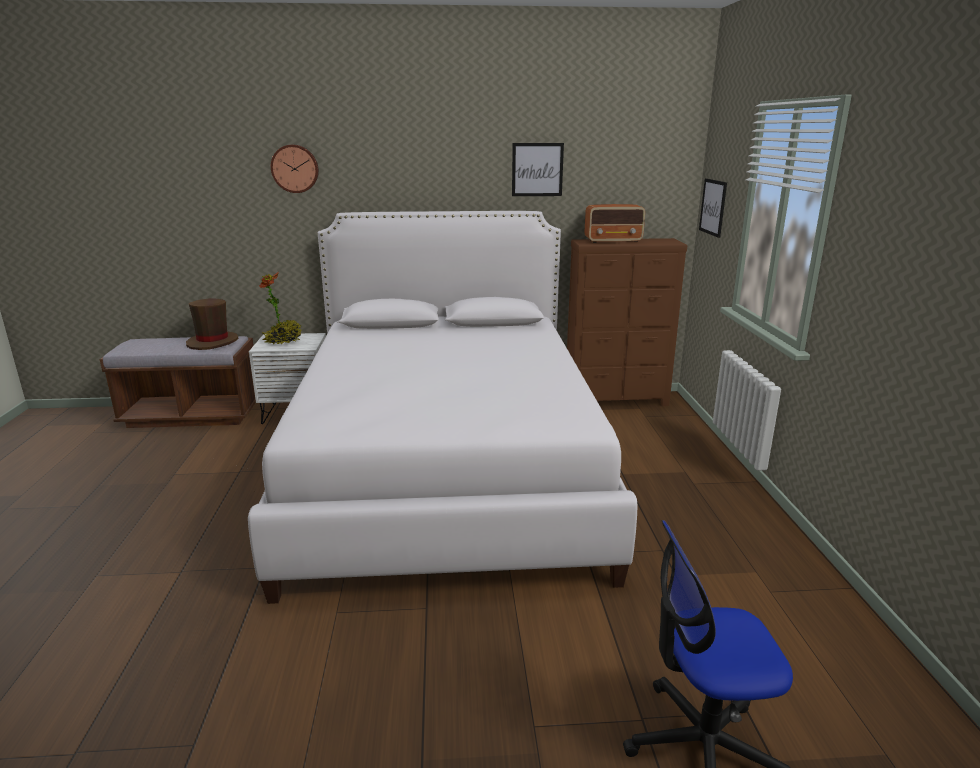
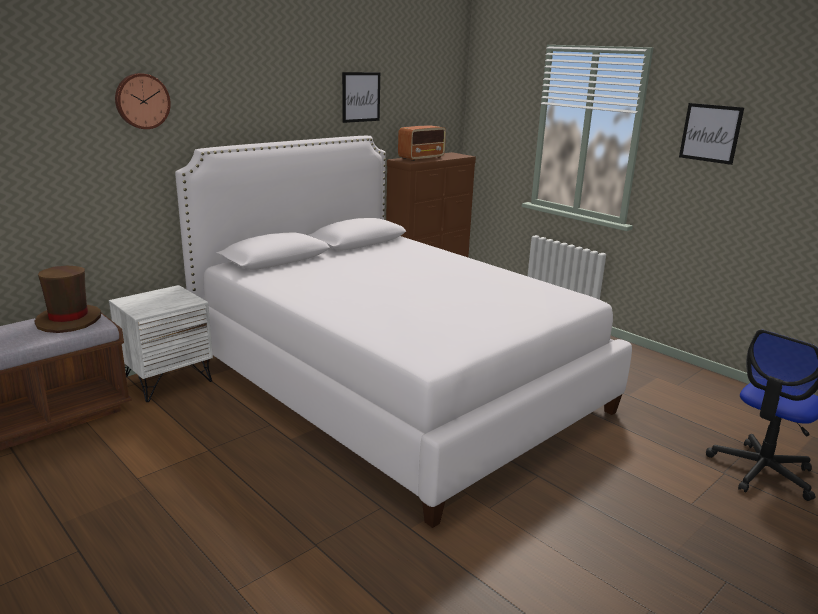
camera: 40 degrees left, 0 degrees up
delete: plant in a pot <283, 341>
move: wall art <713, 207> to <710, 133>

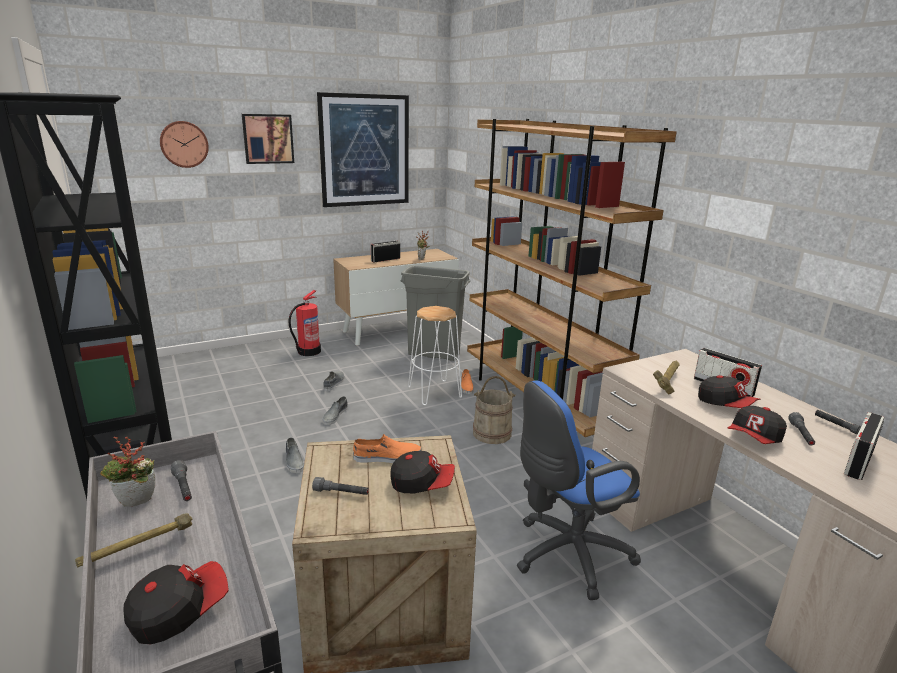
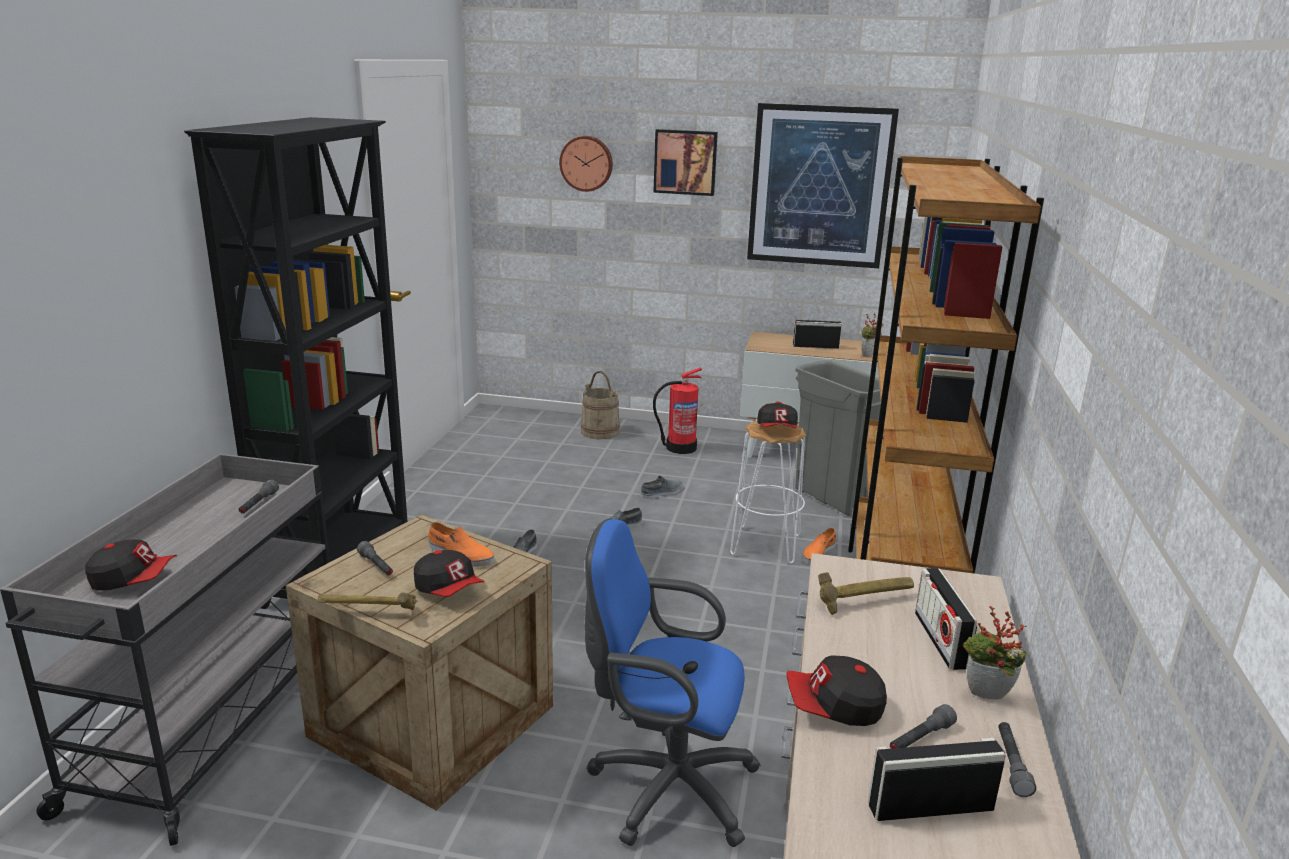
camera: 40 degrees right, 0 degrees up
move: baseball cap <725, 404> to <777, 429>; sand-coloured water bucket <492, 433> to <600, 431>; plant in a pot <136, 504> to <985, 697>; hammer <139, 552> to <368, 613>

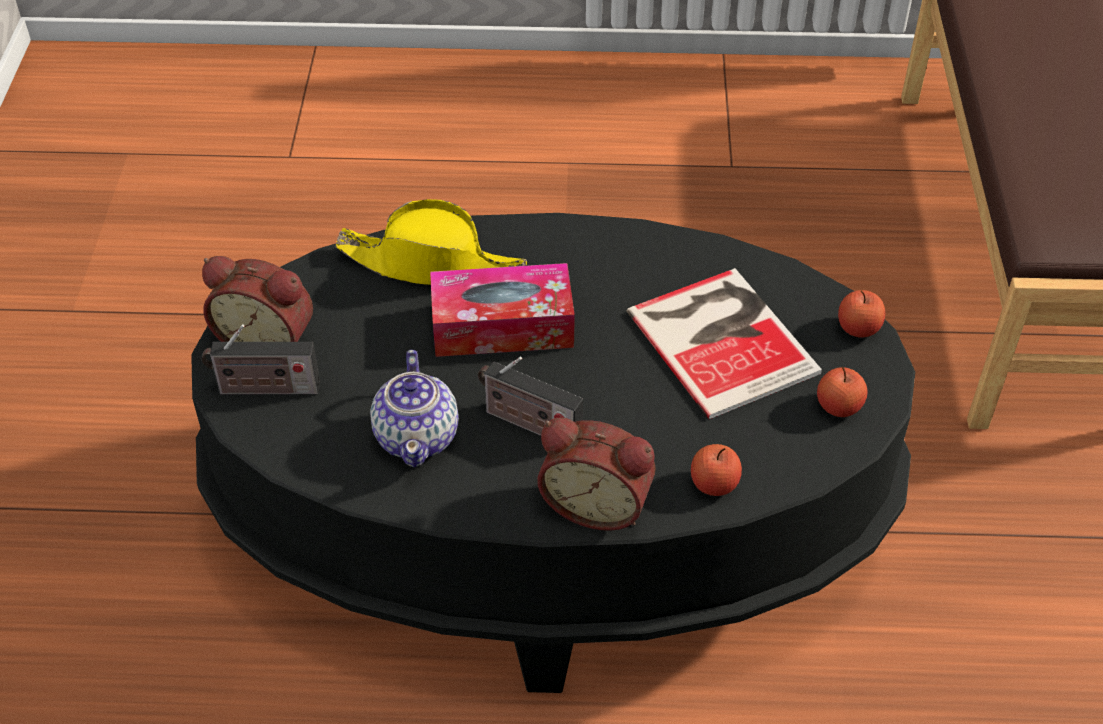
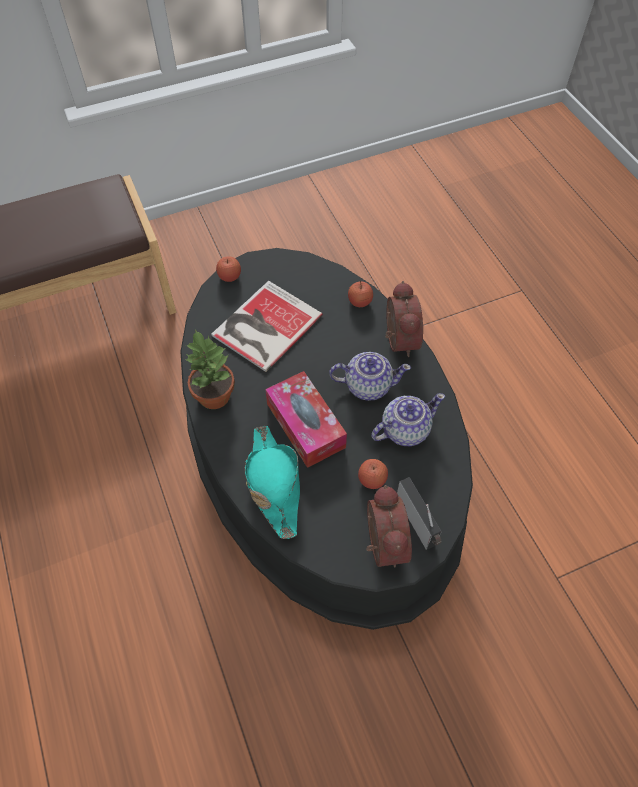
camera: 115 degrees left, 10 degrees up
insert: plant in a pot <213, 395>
move: whole apple <838, 406> to <372, 479>
replace: radio receiver <528, 424> to pot for tea <367, 385>
recolor: yellow wearable hat <433, 264> to turquoise wearable hat <274, 483>

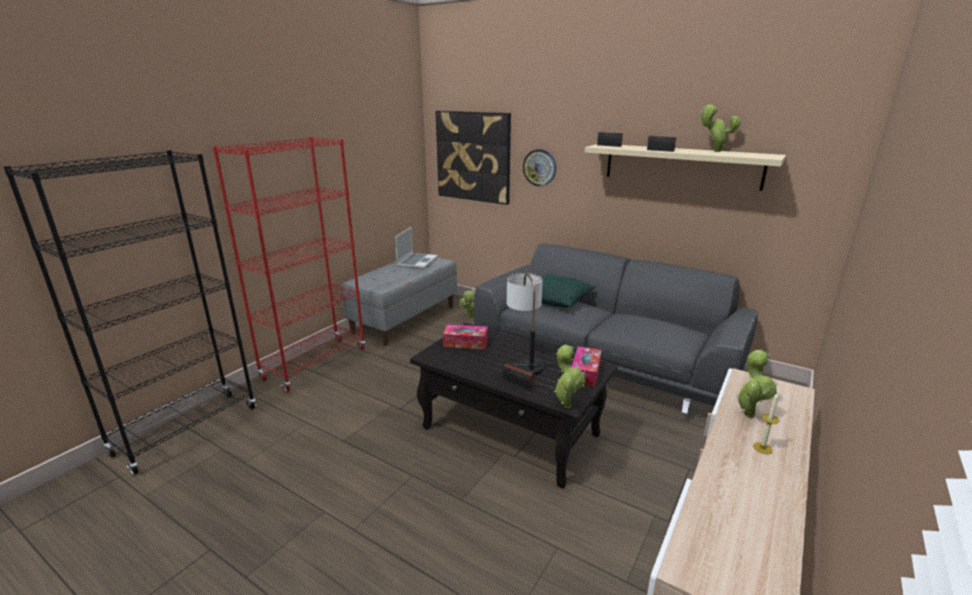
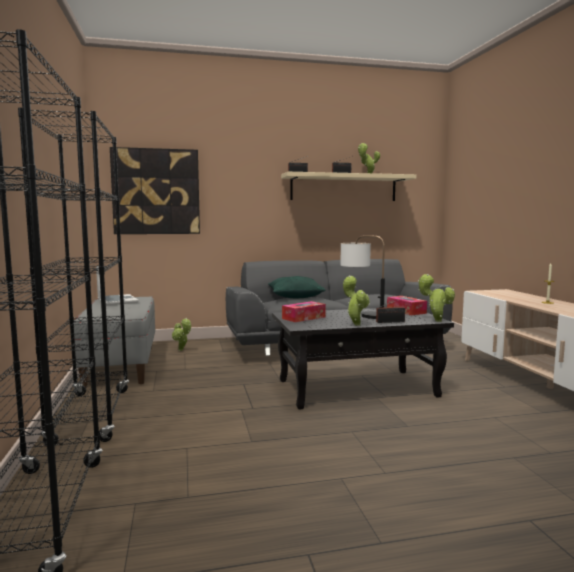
camera: 45 degrees left, 15 degrees down
delete: clock on the wall <539, 167>
move: plant in a pot <749, 413> to <355, 324>
recolor: reddish bookcase <315, 364> to black-coloured bookcase <91, 415>

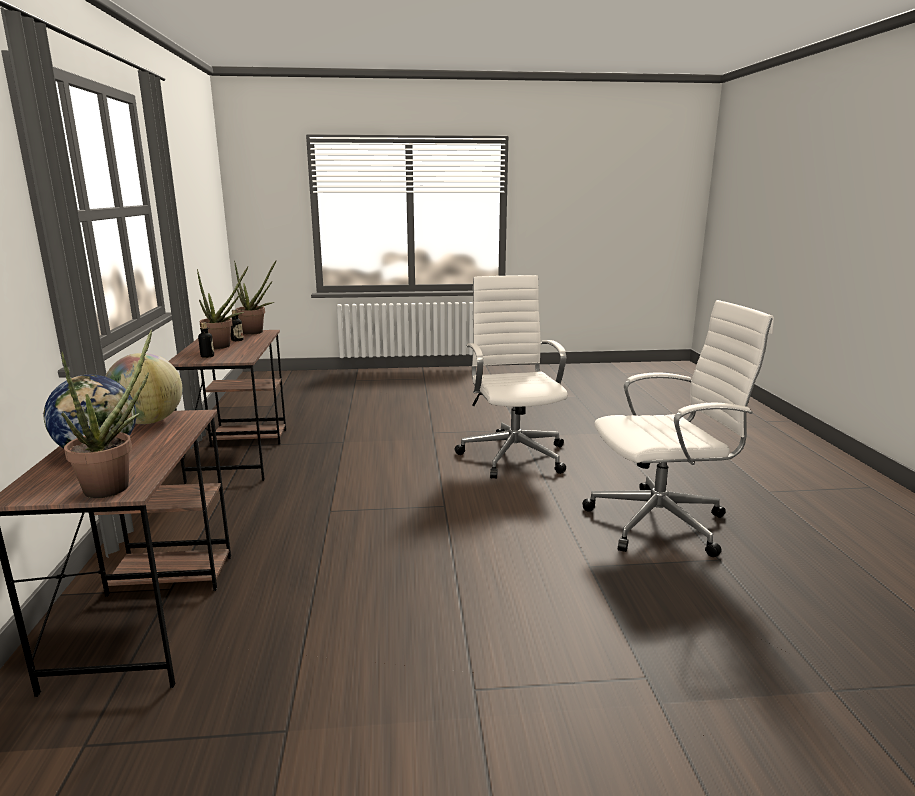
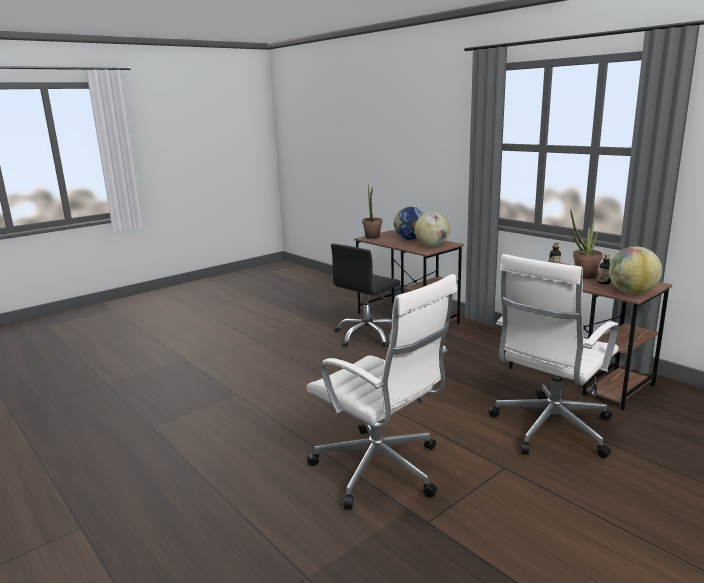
camera: 145 degrees right, 0 degrees up
insert: black-coloured office chair <367, 336>
move: whitish office chair <662, 523> to <549, 429>
replace: plant in a pot <256, 332> to desk globe <632, 293>

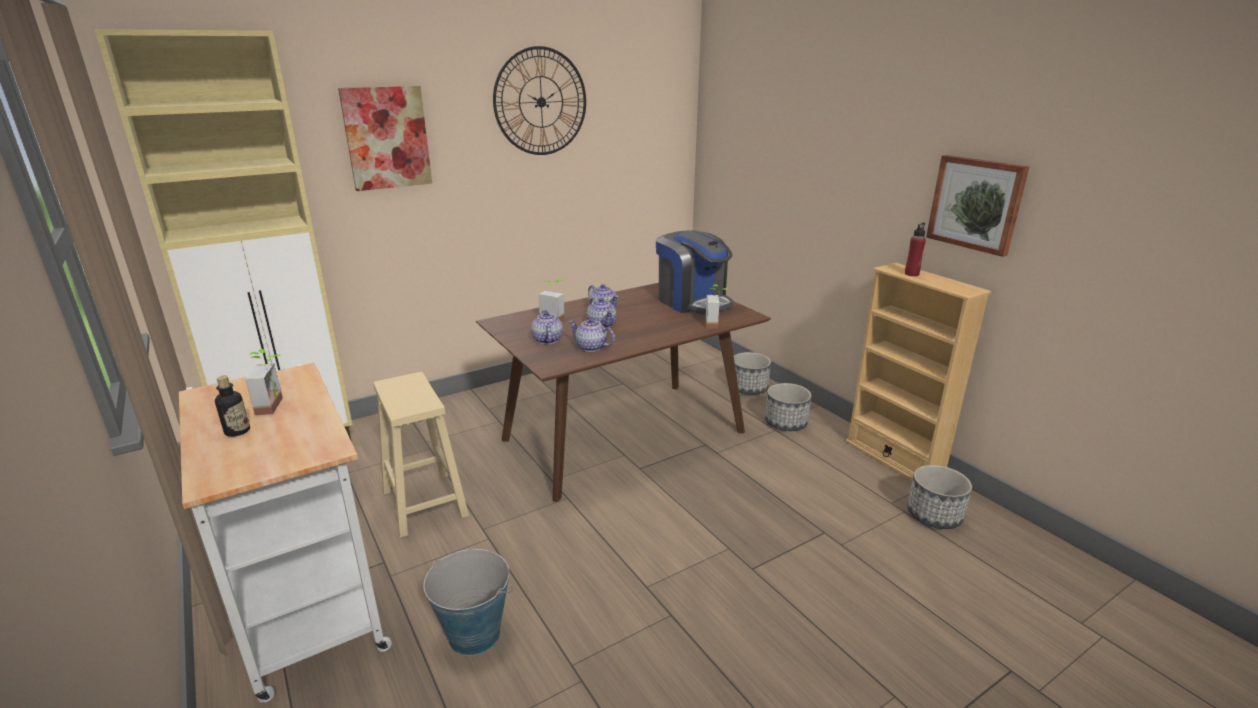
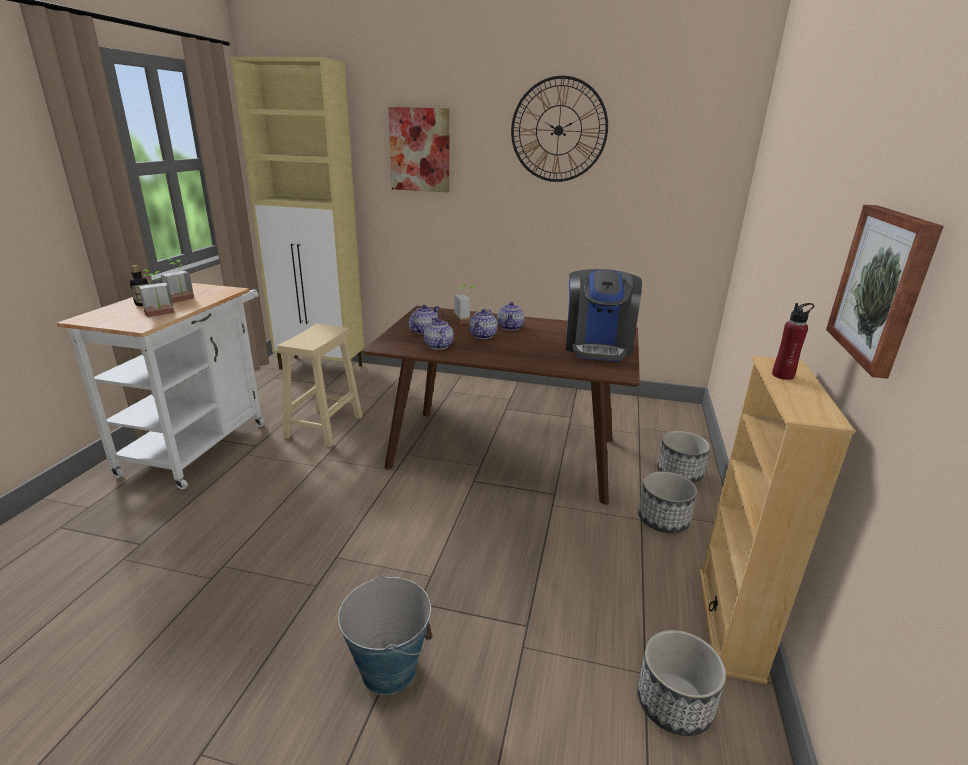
camera: 45 degrees right, 0 degrees up
move: plant in a pot <716, 324> to <161, 314>; water bucket <474, 634> to <389, 669>

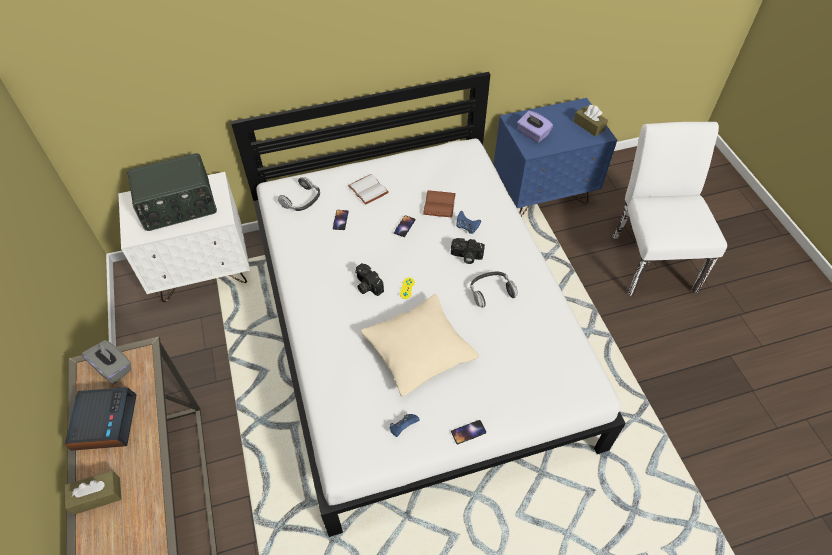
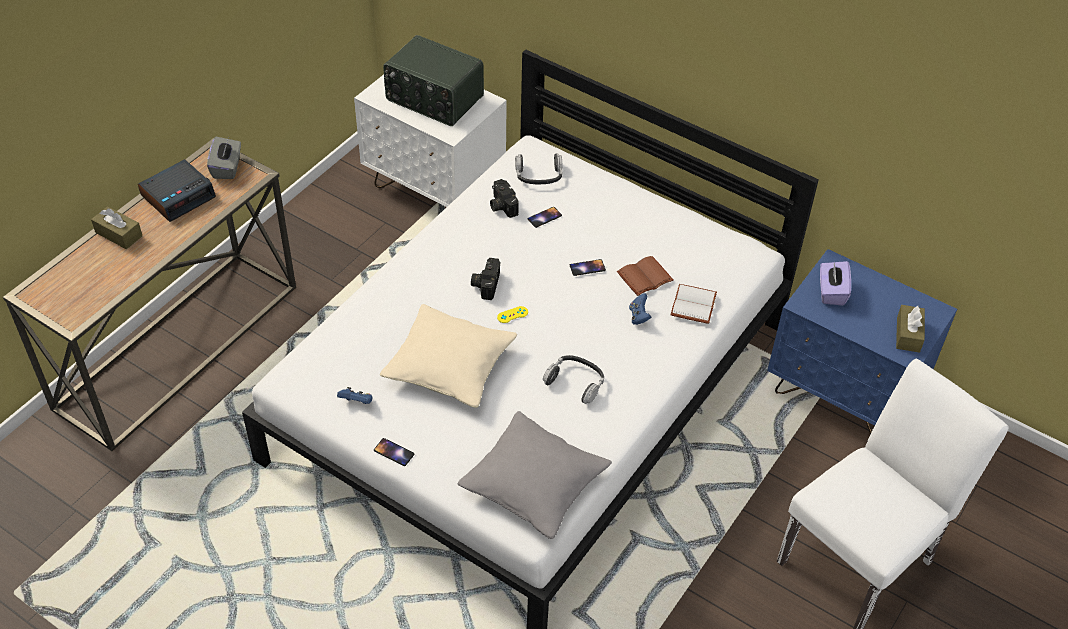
camera: 50 degrees right, 5 degrees down
insert: gray pillow <534, 484>
move: whitish book <369, 190> to <694, 305>; photo camera <466, 256> to <501, 205>

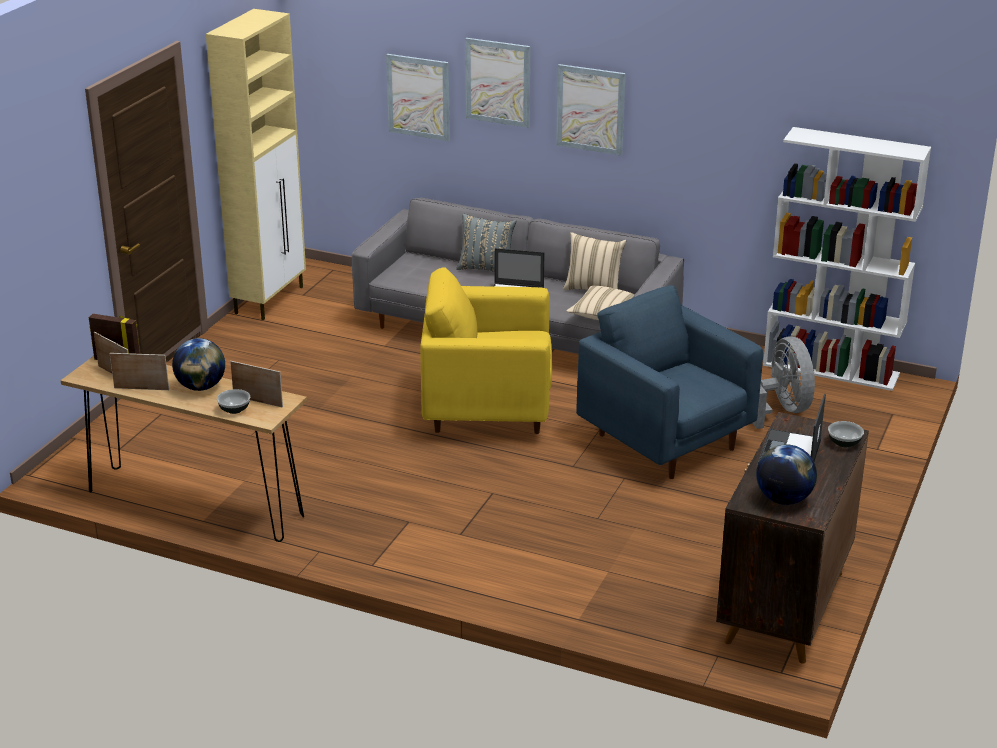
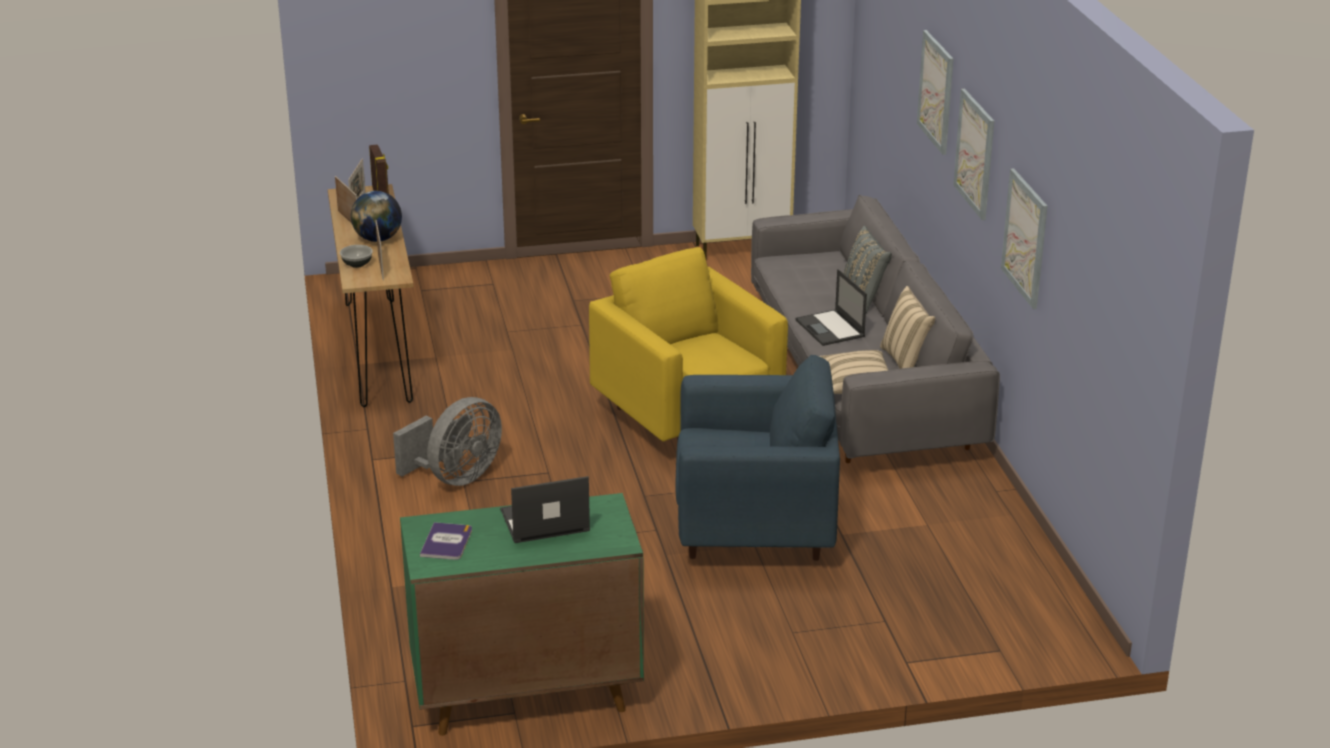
camera: 55 degrees right, 0 degrees up
delete: whitish bookcase <832, 369>; bowl <844, 443>
move: wall art <418, 97> to <1025, 238>; gray fan <781, 410> to <456, 477>
replace: desk globe <783, 499> to book <446, 542>
recolor: brownish cabinet <784, 607> to greenish cabinet <524, 694>
rotate: blue easy chair <666, 442> = <753, 530> 75 degrees clockwise

